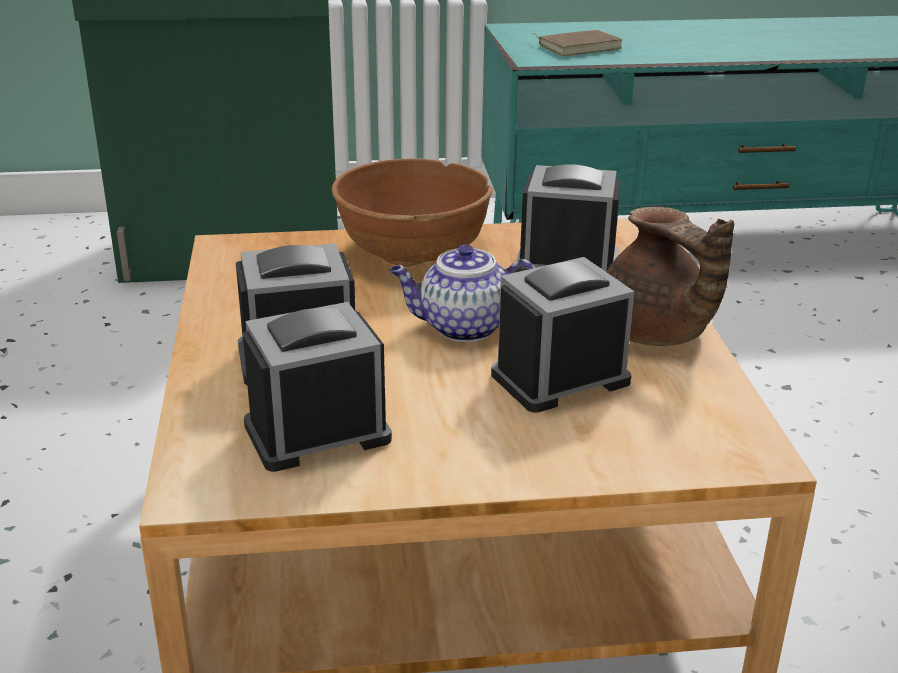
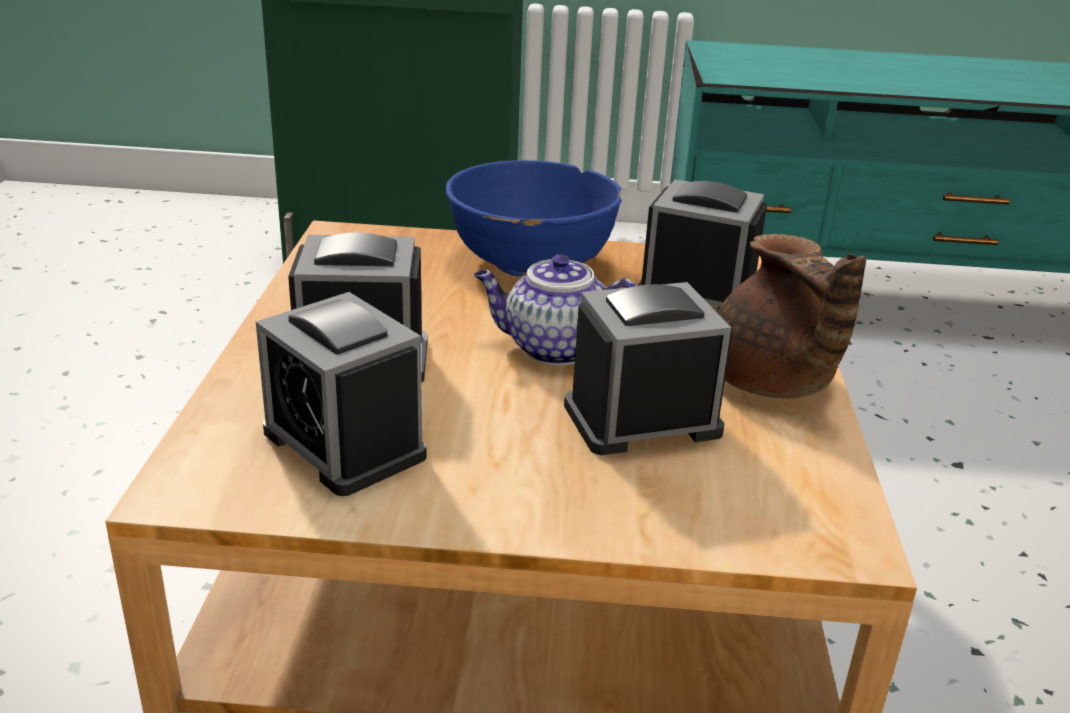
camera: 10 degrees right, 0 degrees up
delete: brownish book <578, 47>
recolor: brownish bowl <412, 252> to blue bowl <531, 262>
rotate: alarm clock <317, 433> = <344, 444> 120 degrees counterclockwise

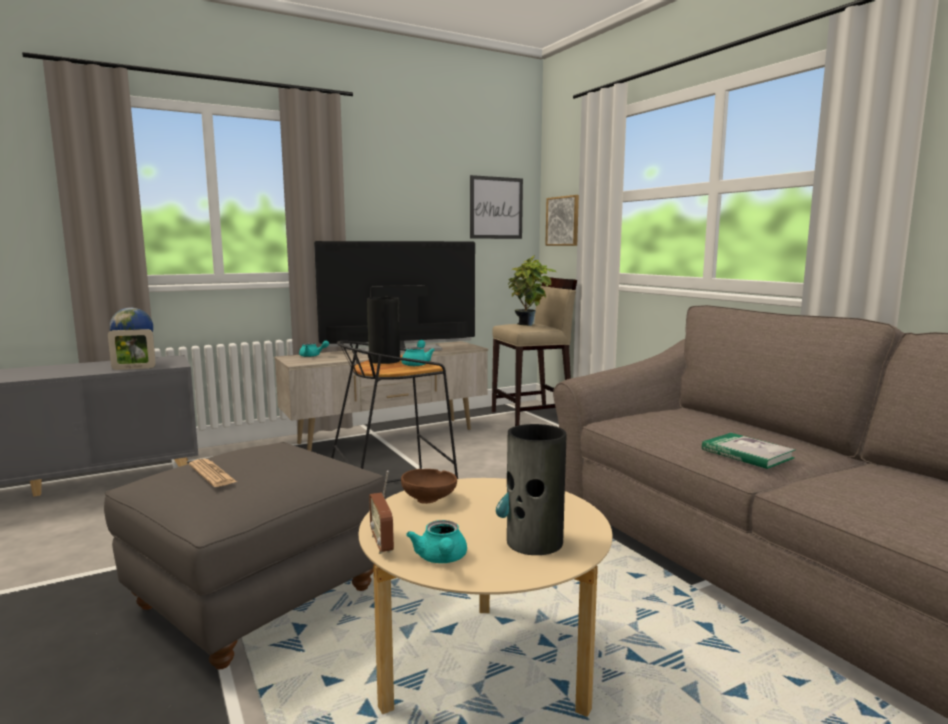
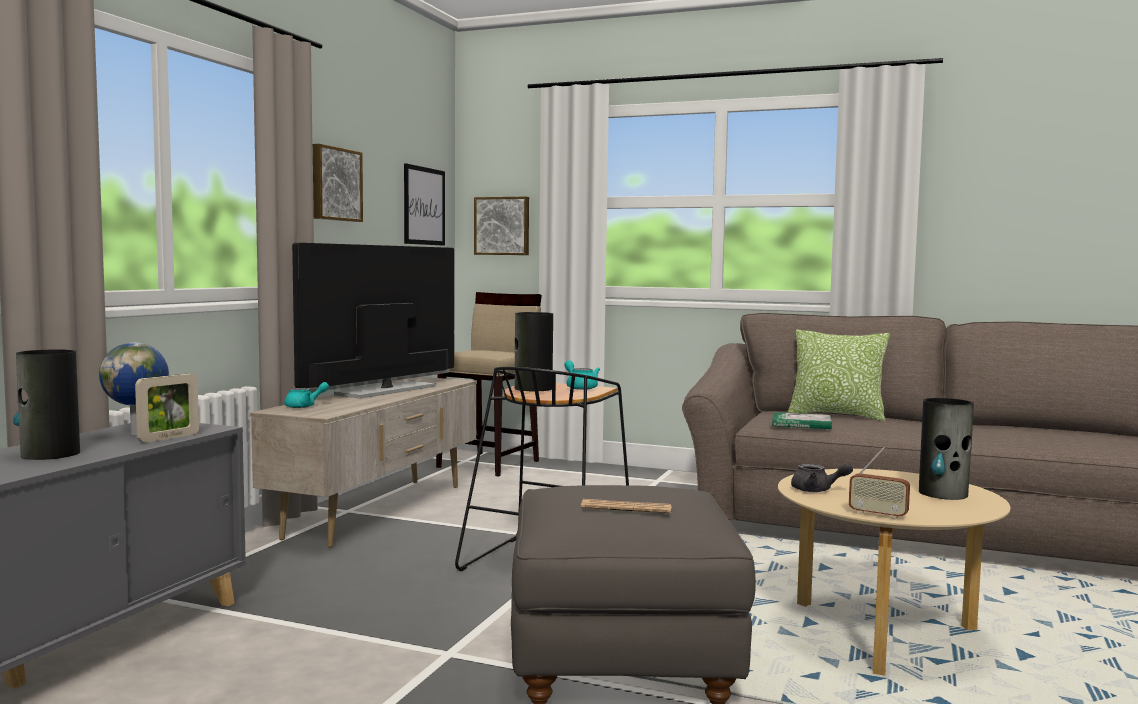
camera: 40 degrees left, 5 degrees down
delete: plant in a pot <528, 325>; turquoise pot for tea <441, 559>
insert: wall art <335, 184>; pillow <836, 415>; decorative vase <49, 454>
move: book <747, 454> to <801, 424>
replace: brownish bowl <430, 500> to gray pot for tea <817, 490>

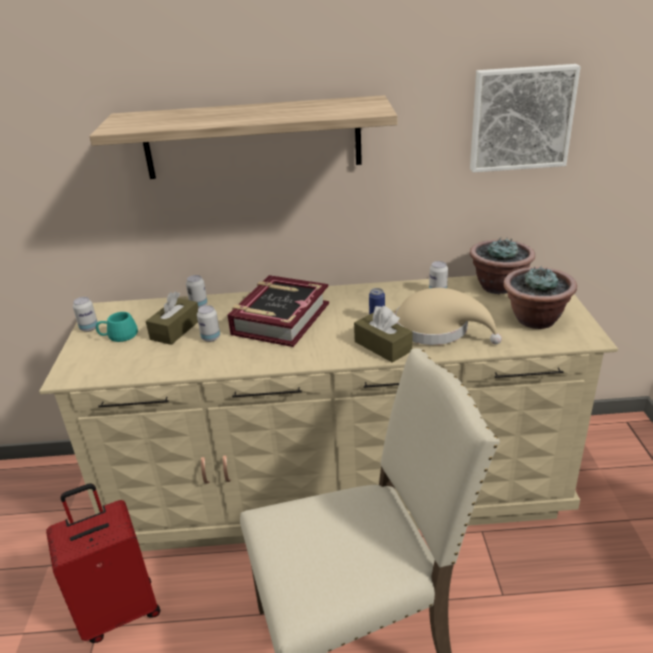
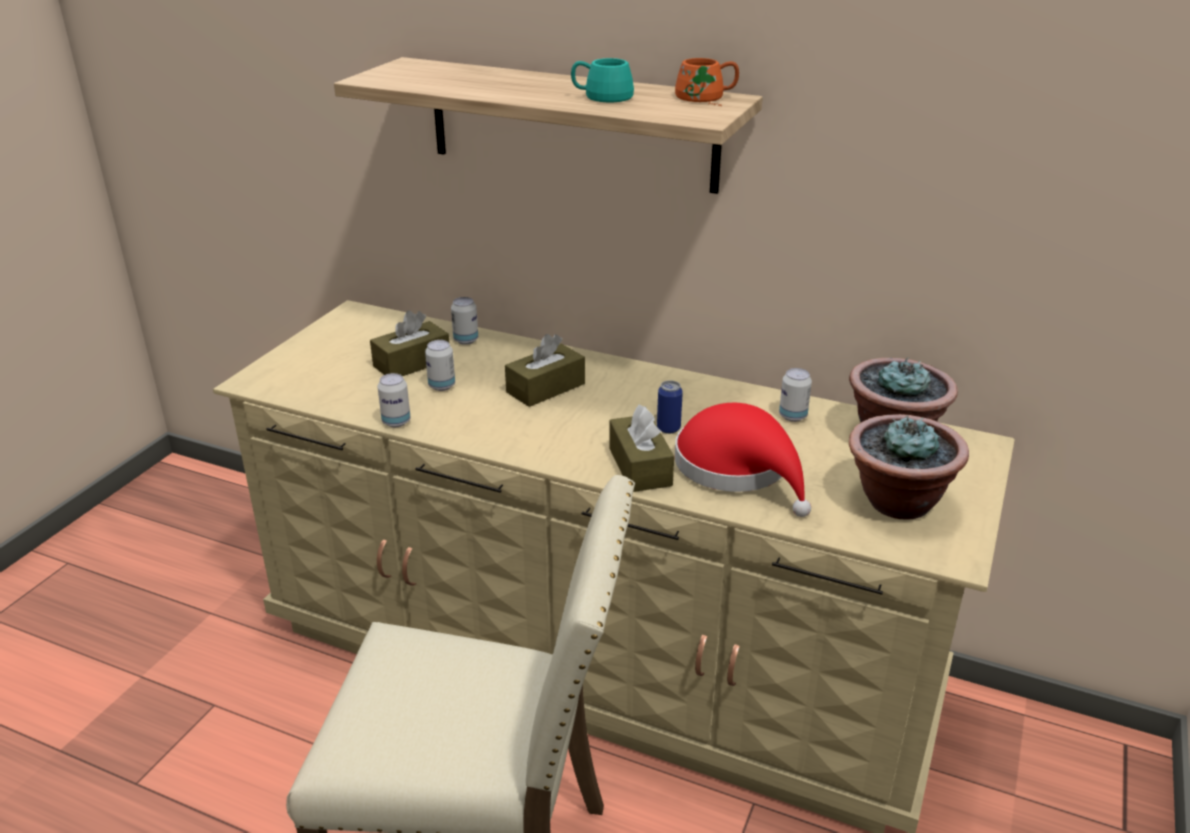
camera: 25 degrees right, 0 degrees up
delete: wall art <520, 118>; reddish piece of luggage <119, 610>
insert: orange coffee mug <706, 98>
move: can <89, 328> to <396, 422>; turquoise coffee mug <118, 334> to <602, 95>
replace: book <280, 319> to brownish tissue box <545, 388>
recolor: sand-coloured wearable hat <438, 329> to reddish wearable hat <738, 468>

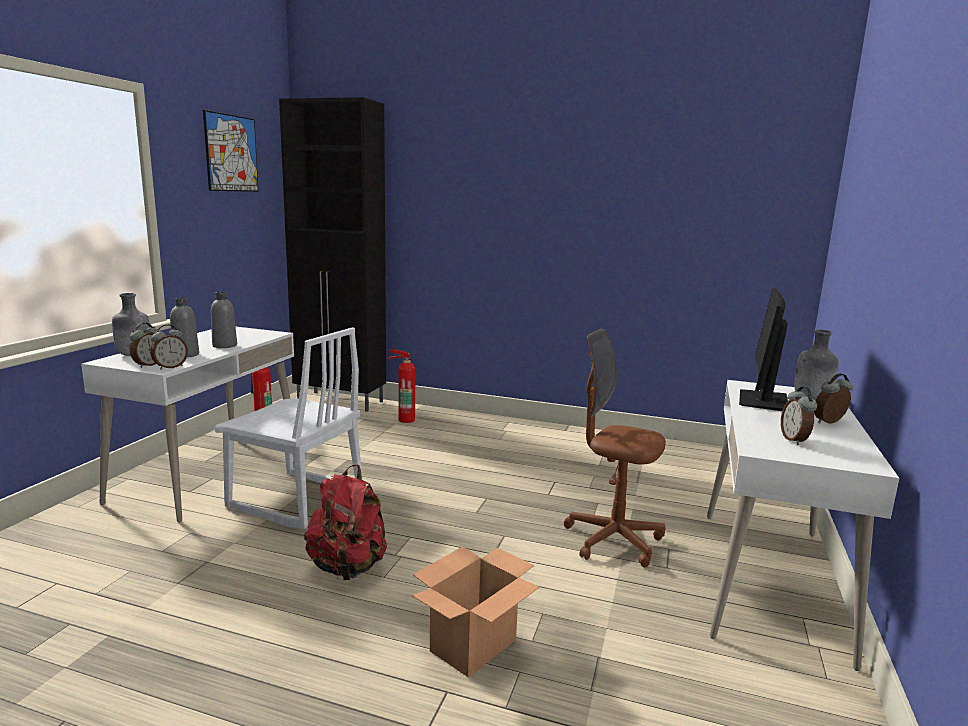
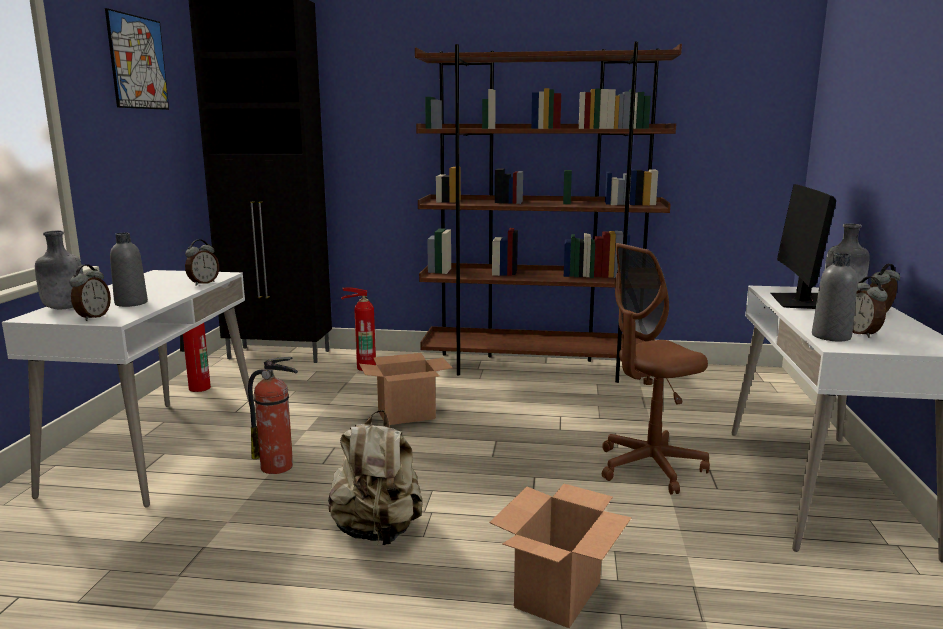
camera: 10 degrees left, 0 degrees up
insert: brownish bookcase <538, 368>; packing box <407, 415>
move: gray bottle <224, 345> to <831, 336>; alarm clock <170, 367> to <203, 283>
replace: whitish plain chair <295, 500> to fire extinguisher <278, 467>
recolor: reddish rucksack <348, 567> to sand-coloured rucksack <377, 532>
rotate: brownish office chair <613, 540> = <650, 468> 45 degrees counterclockwise

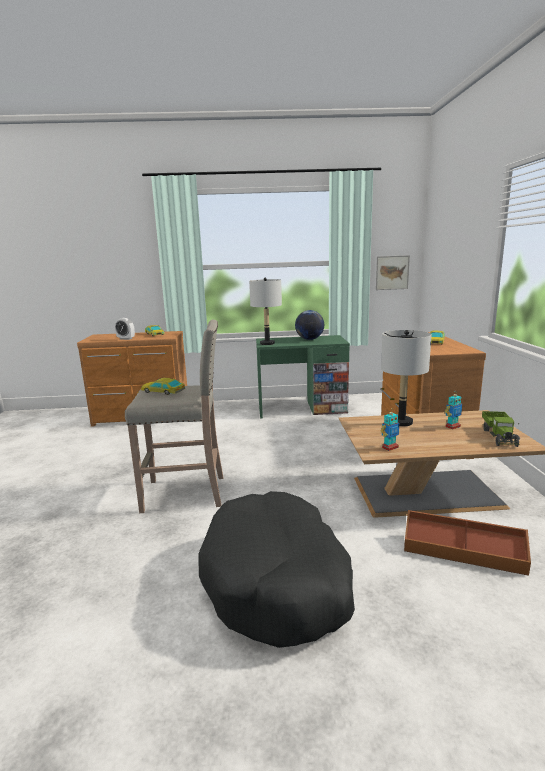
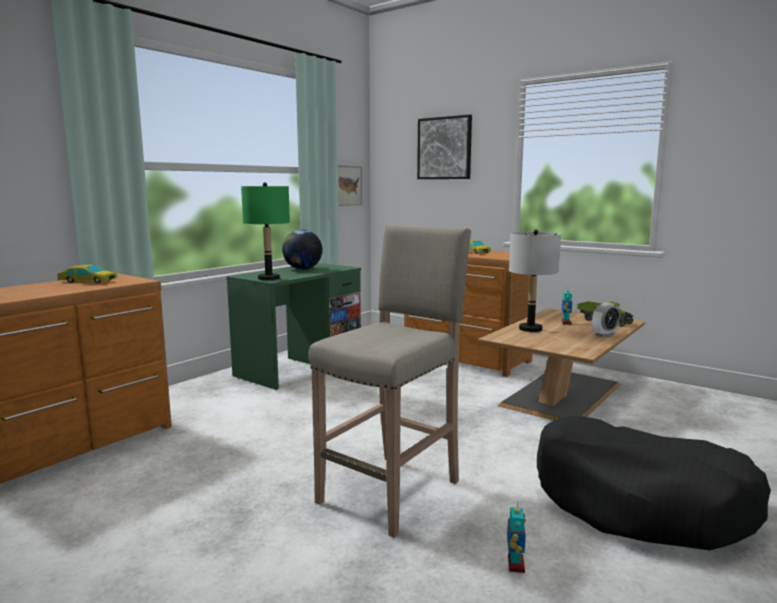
camera: 50 degrees left, 5 degrees down
delete: miniature car <163, 391>; brownish storage container <463, 552>
insert: wall art <444, 148>
move: alarm clock <126, 339> to <604, 334>; model robot <390, 447> to <515, 564>
recolor: gray table lamp <267, 343> to greenish table lamp <269, 278>

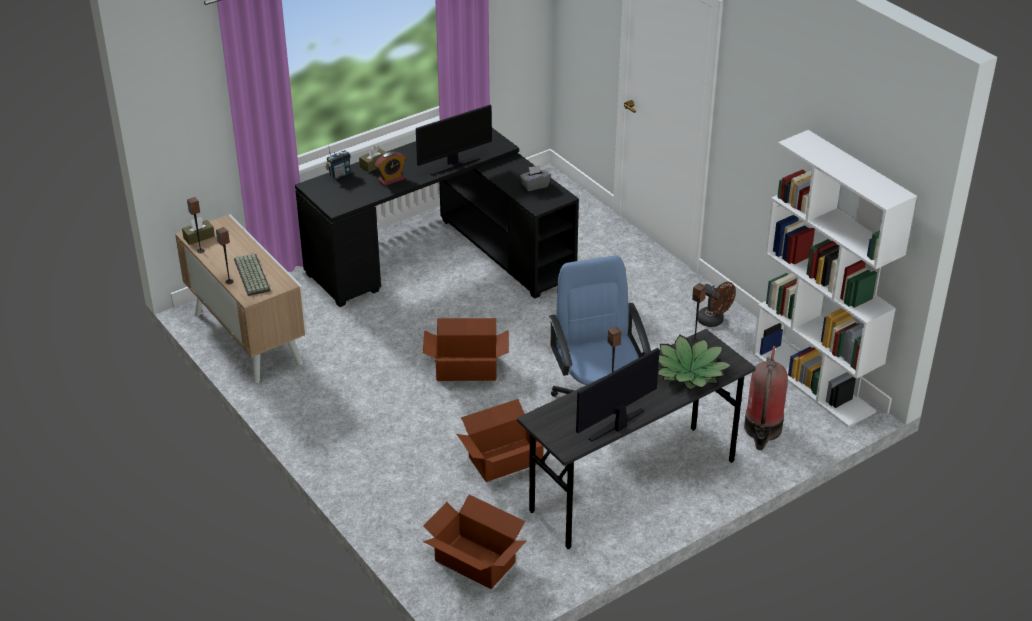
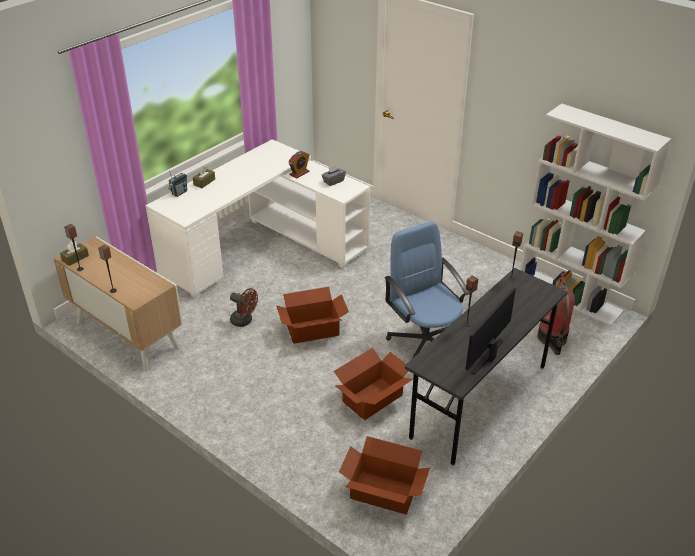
camera: 15 degrees left, 0 degrees up
delete: computer screen <454, 165>; PC keyboard <250, 275>; plant in a pot <689, 371>
move: alarm clock <391, 179> to <299, 173>; brownish fan <714, 321> to <244, 321>
recolor: black-coloured desk unit <443, 258> to whitish desk unit <262, 248>

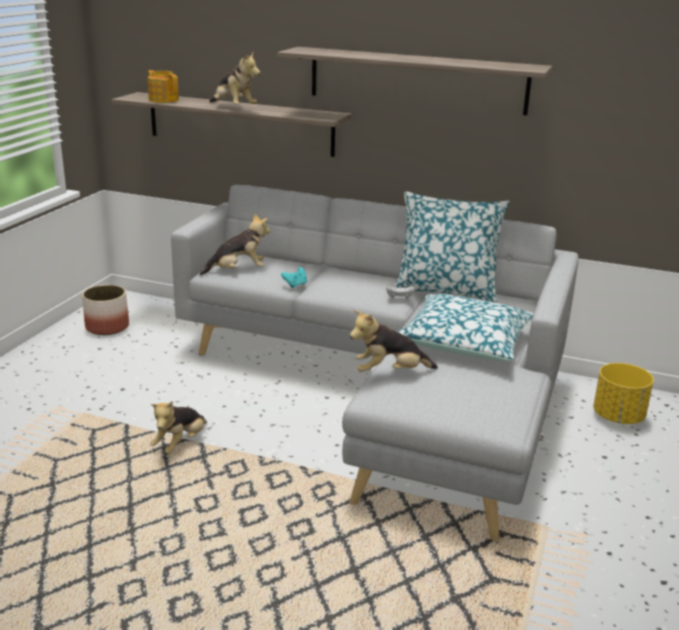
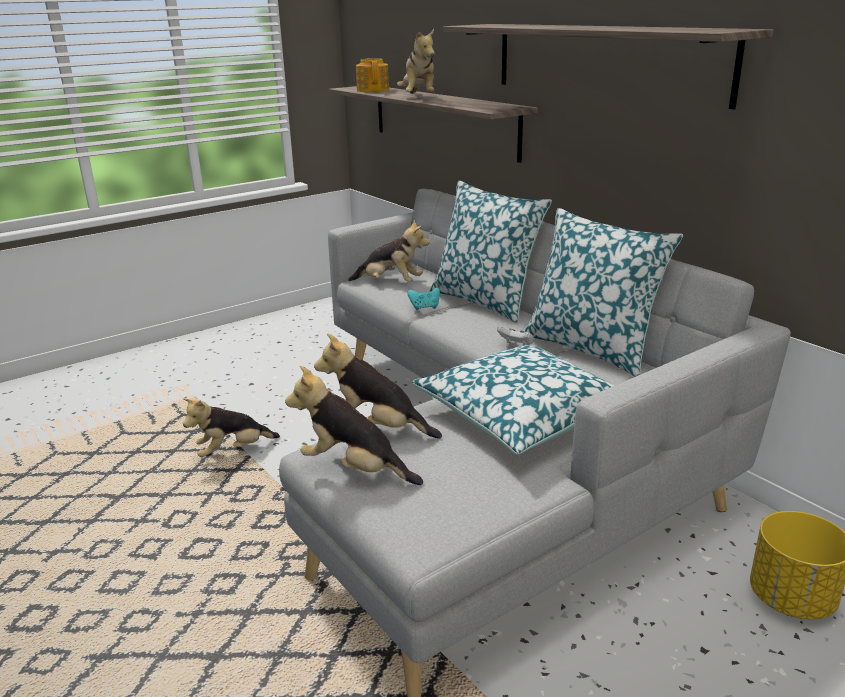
camera: 35 degrees right, 0 degrees up
delete: flower pot <107, 327>
insert: pillow <485, 301>; cuddly toy <354, 469>

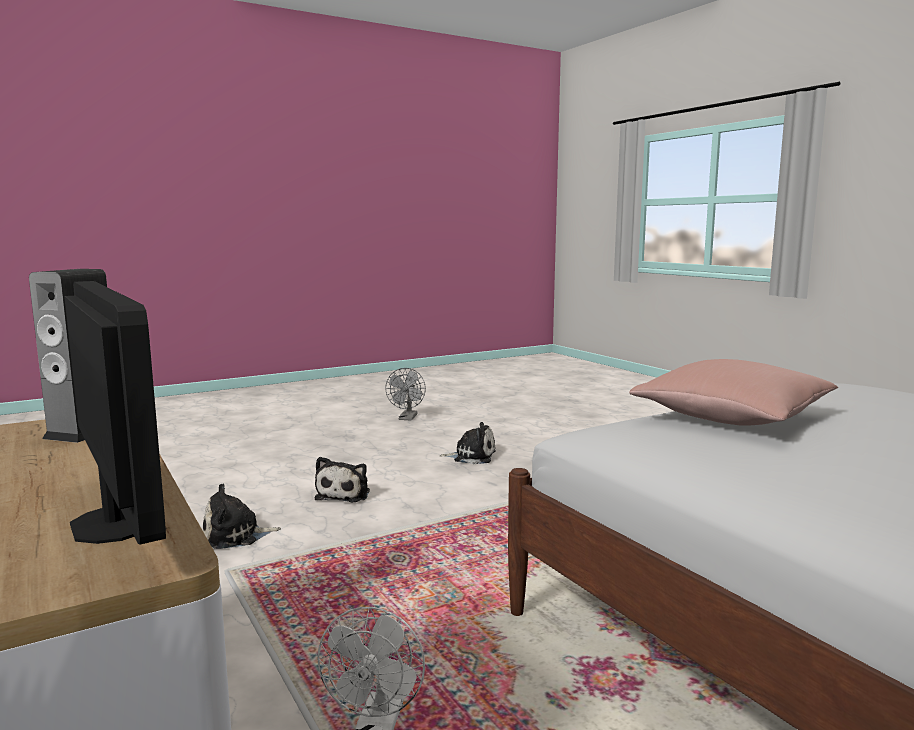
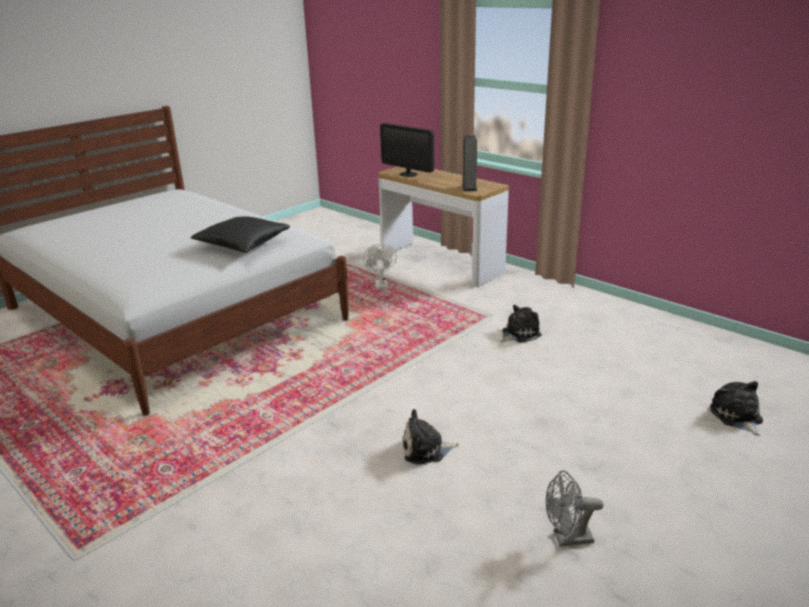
camera: 165 degrees right, 15 degrees up
move: cuddly toy <344, 494> to <737, 417>
recolor: pinkish pillow <731, 418> to black-coloured pillow <243, 244>
rotate: gray fan <407, 418> = <567, 539> 90 degrees counterclockwise

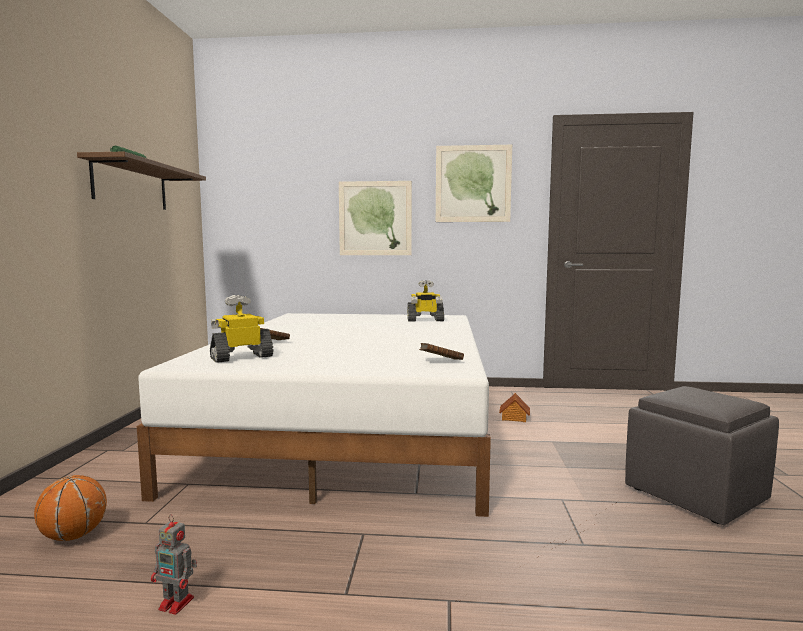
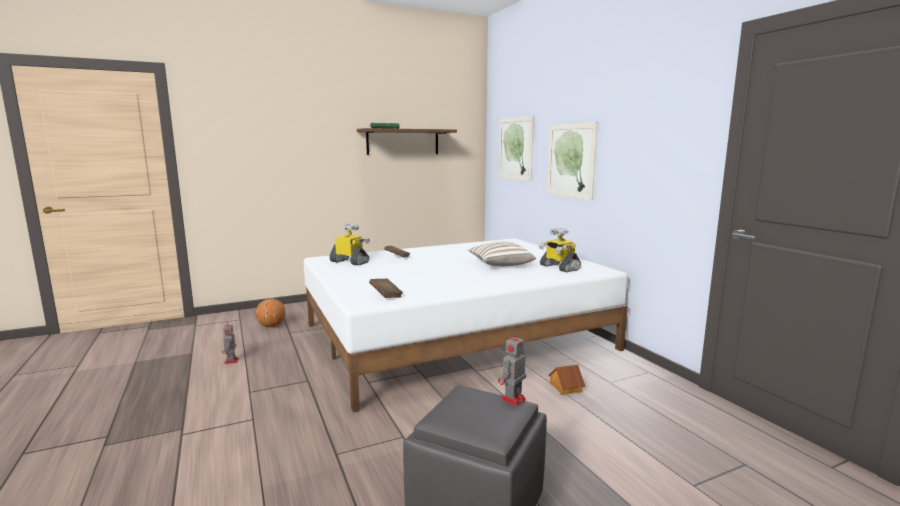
camera: 60 degrees right, 5 degrees up
insert: pillow <500, 265>; model robot <512, 400>
move: wall art <473, 184> to <515, 148>

